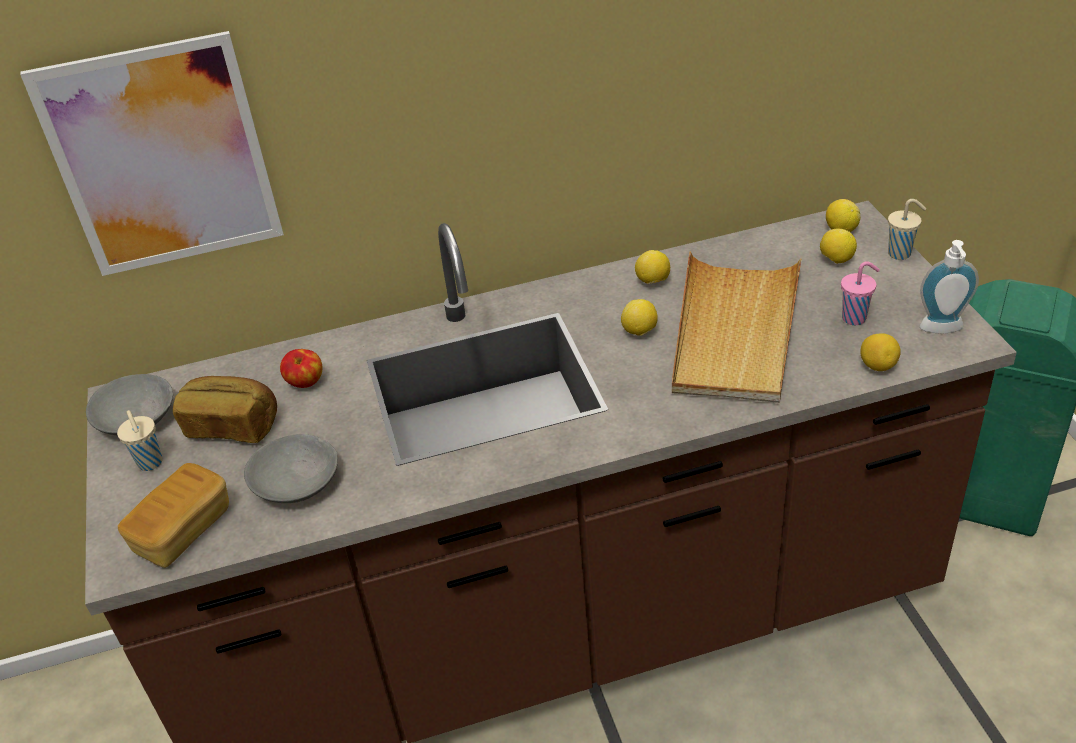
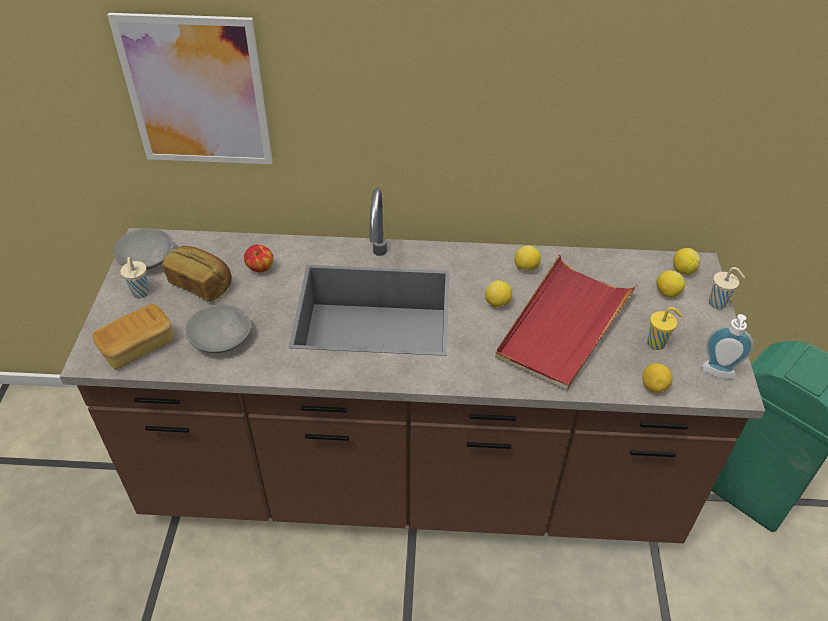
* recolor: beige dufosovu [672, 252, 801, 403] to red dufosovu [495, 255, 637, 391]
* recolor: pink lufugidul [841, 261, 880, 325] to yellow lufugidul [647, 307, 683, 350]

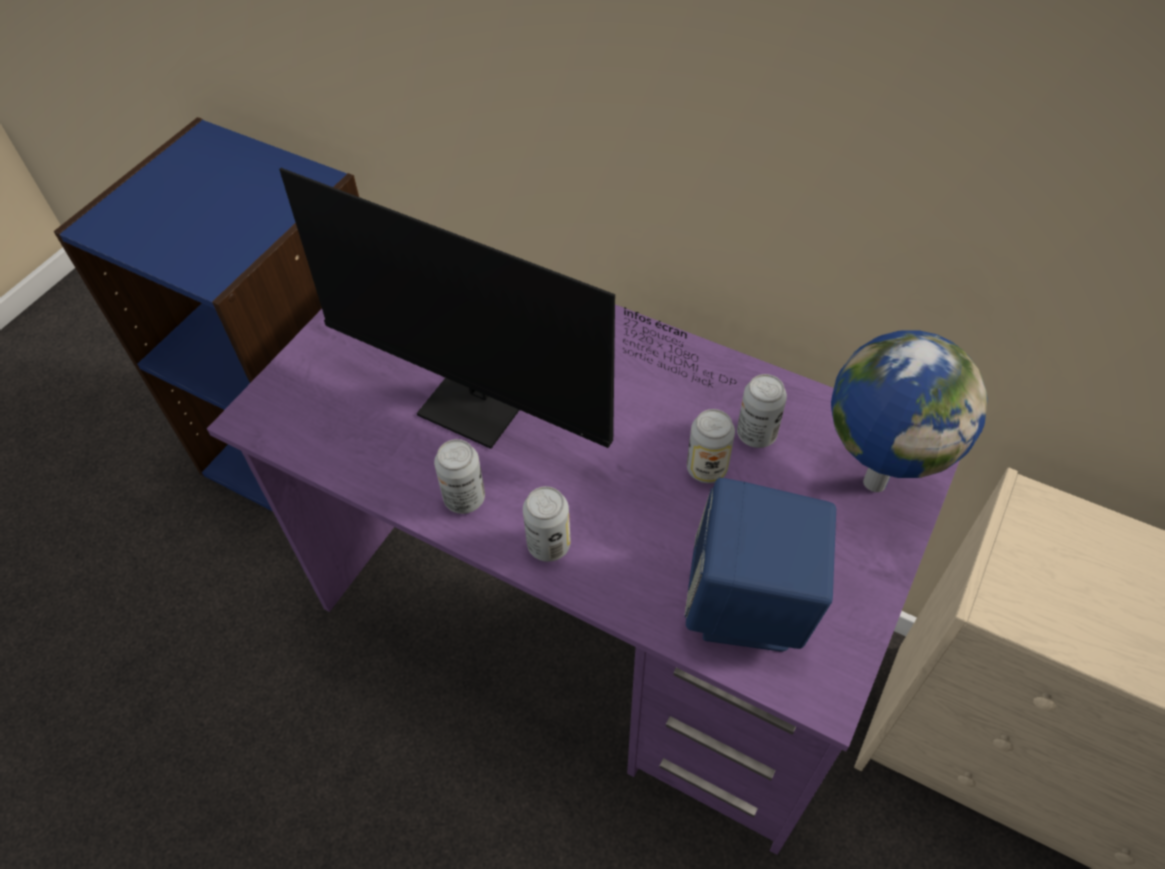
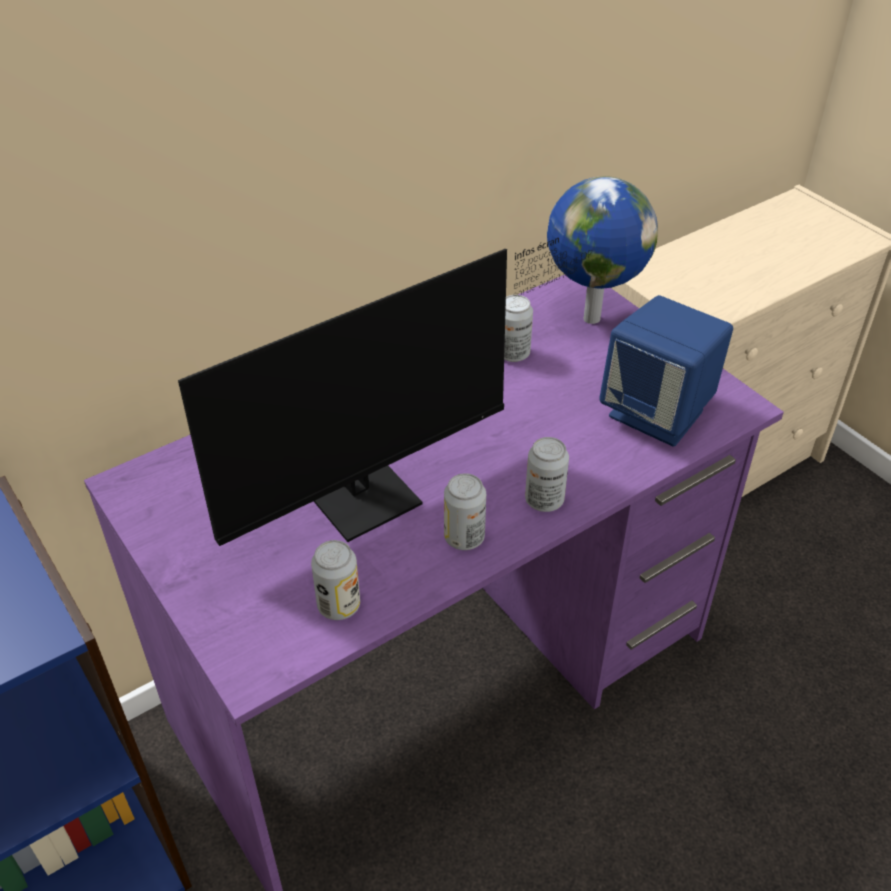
* move: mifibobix [687, 409, 735, 483] to [311, 540, 360, 620]

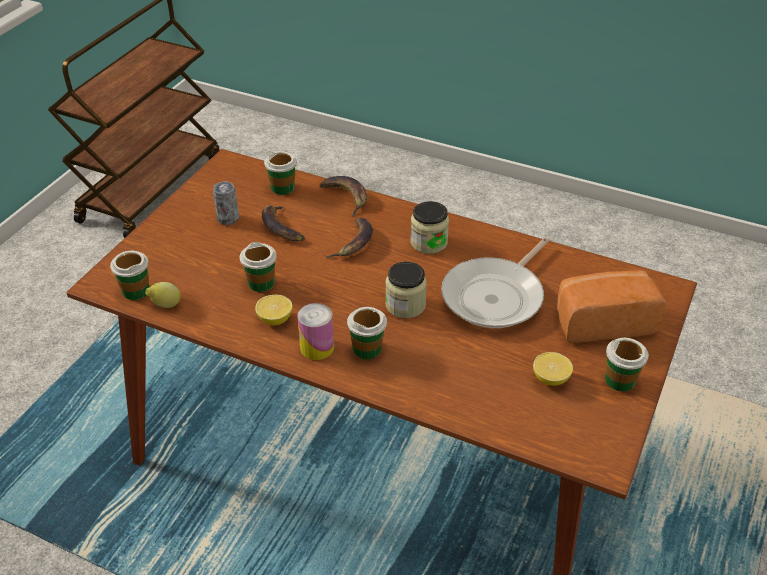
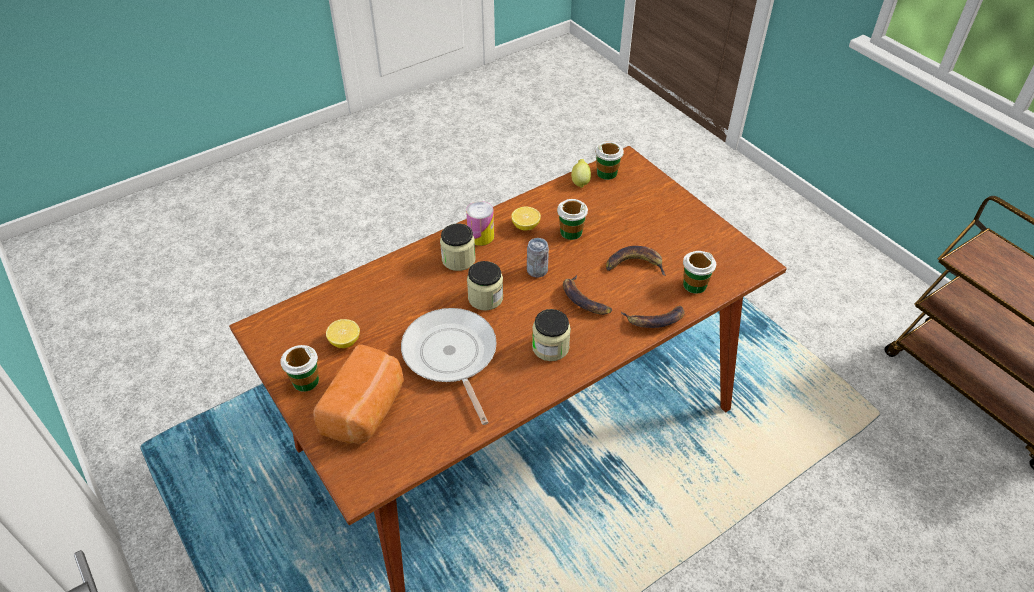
* move: mifibobix [213, 182, 239, 225] to [527, 238, 549, 278]
* replace: lufugidul [347, 307, 387, 359] to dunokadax [440, 224, 476, 271]

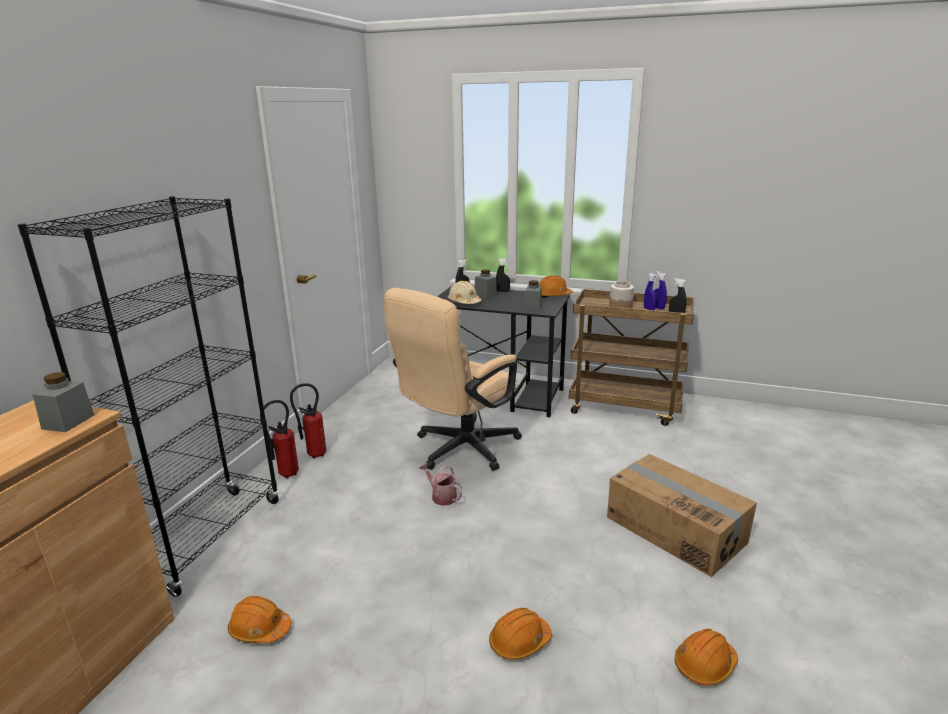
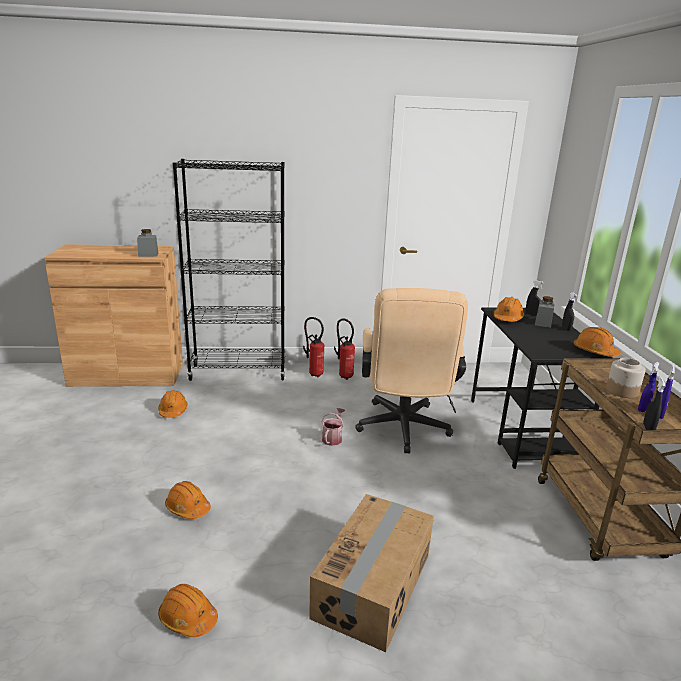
* rotate: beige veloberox [383, 288, 522, 471] = [355, 288, 468, 454] 105 degrees counterclockwise
* recolor: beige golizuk [447, 281, 481, 304] to orange golizuk [494, 297, 524, 322]
* delete: grey dunokadax [524, 280, 542, 311]

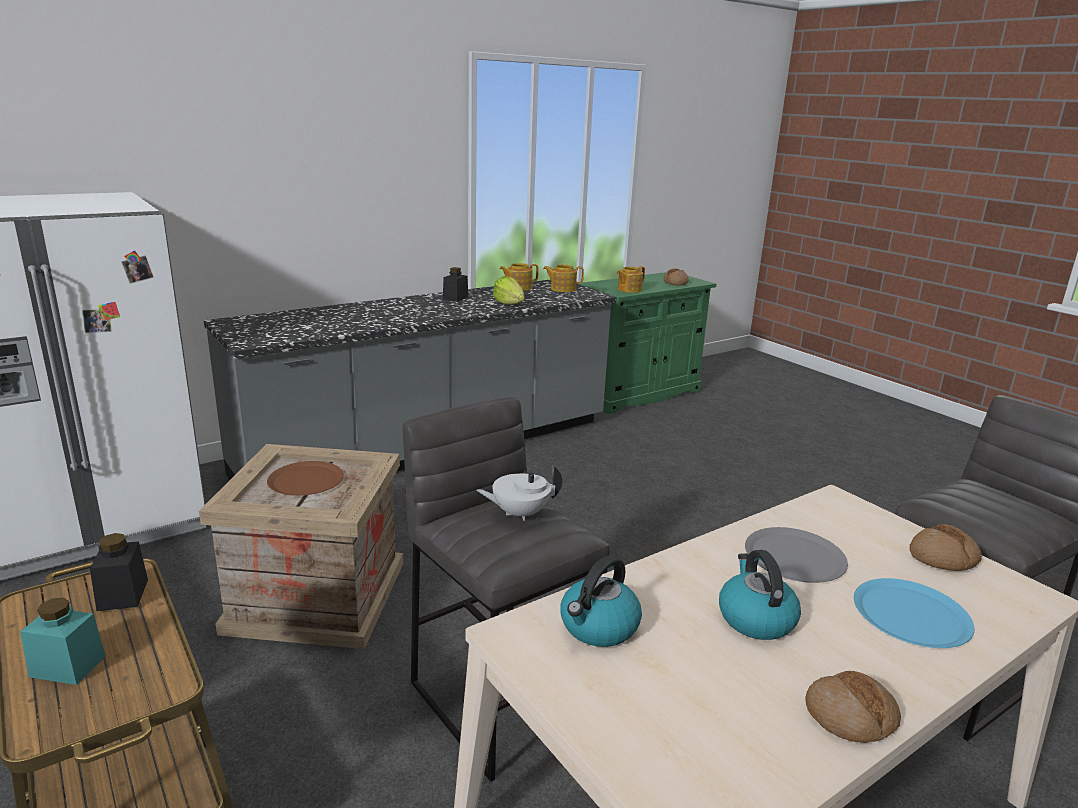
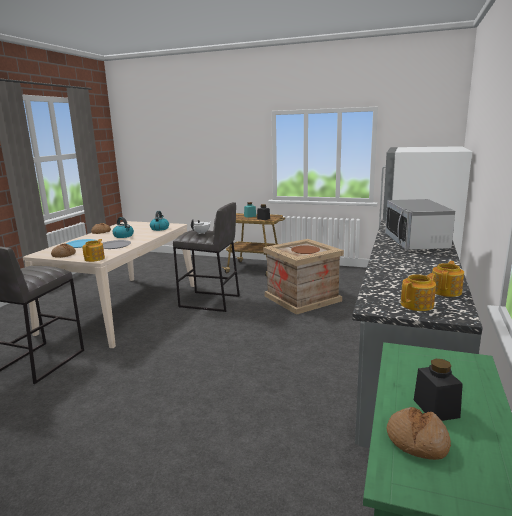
* move: black dunokadax [443, 267, 468, 302] to [414, 359, 463, 421]
* delete: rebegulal [493, 276, 525, 305]
* move: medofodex [617, 266, 645, 293] to [83, 239, 105, 262]
* insert: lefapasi [385, 199, 455, 250]

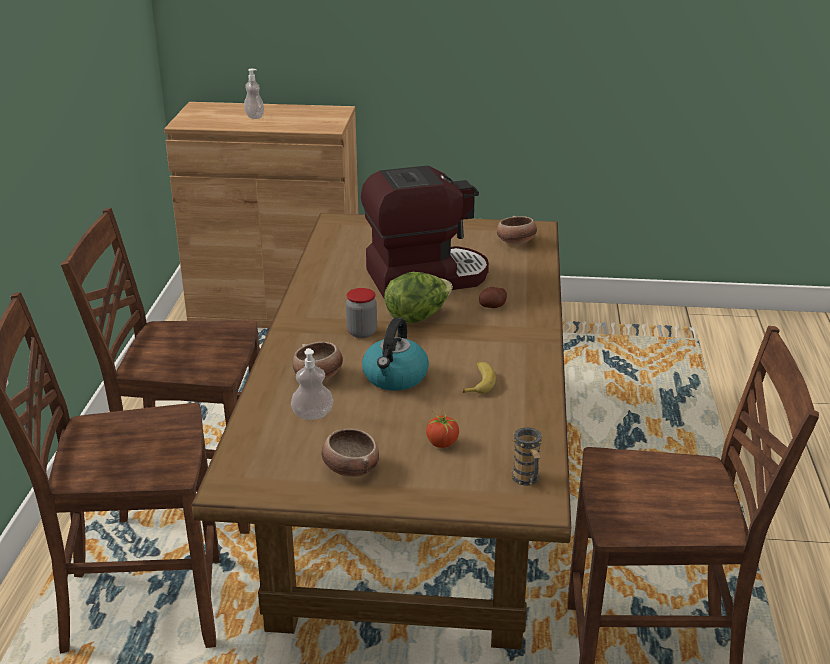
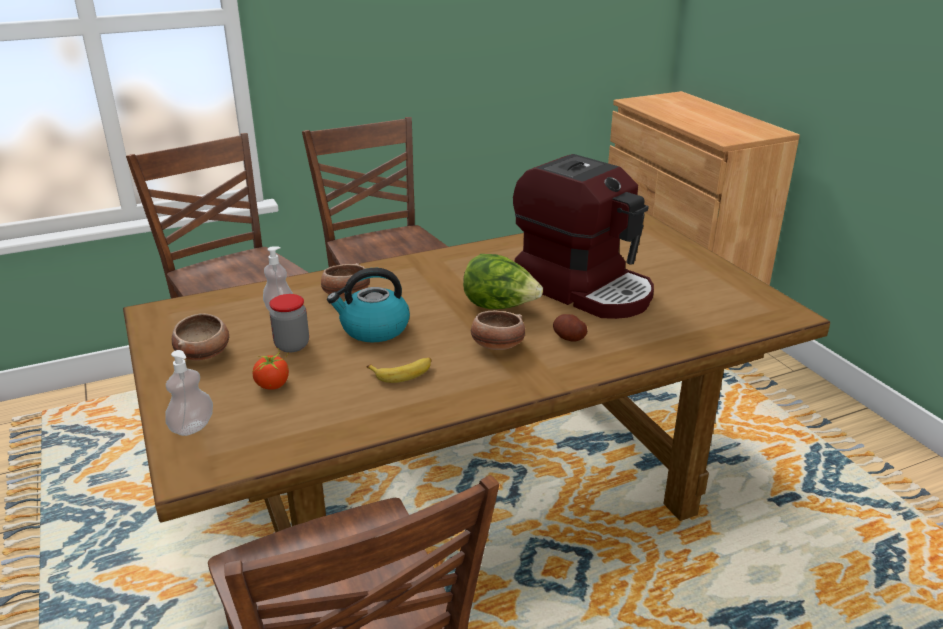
* move: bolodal [244, 69, 264, 119] to [165, 350, 213, 436]
* move: dunokadax [346, 288, 377, 338] to [269, 294, 309, 353]
* move: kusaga [497, 216, 537, 245] to [471, 310, 525, 350]
* delete: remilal [511, 427, 543, 486]

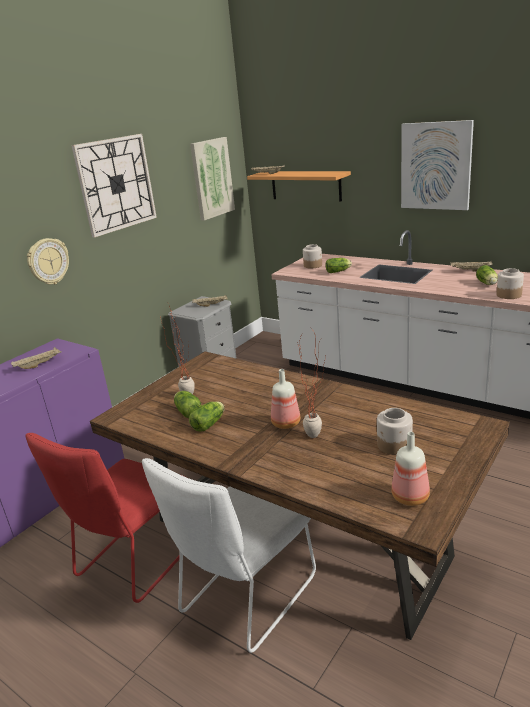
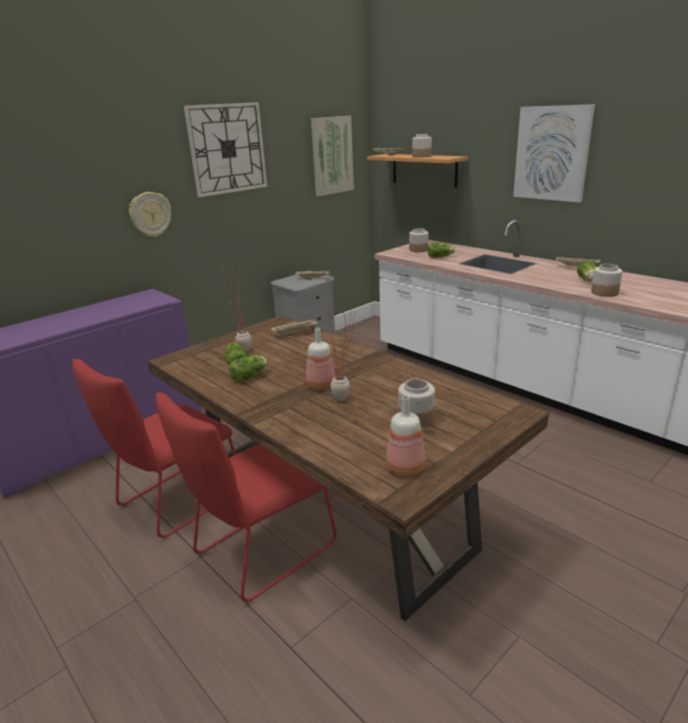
* move: beige dufosovu [11, 347, 62, 369] to [271, 318, 320, 336]
* recolor: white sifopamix [142, 458, 316, 653] to red sifopamix [156, 392, 337, 602]
* insert: dunokadax [412, 134, 432, 158]

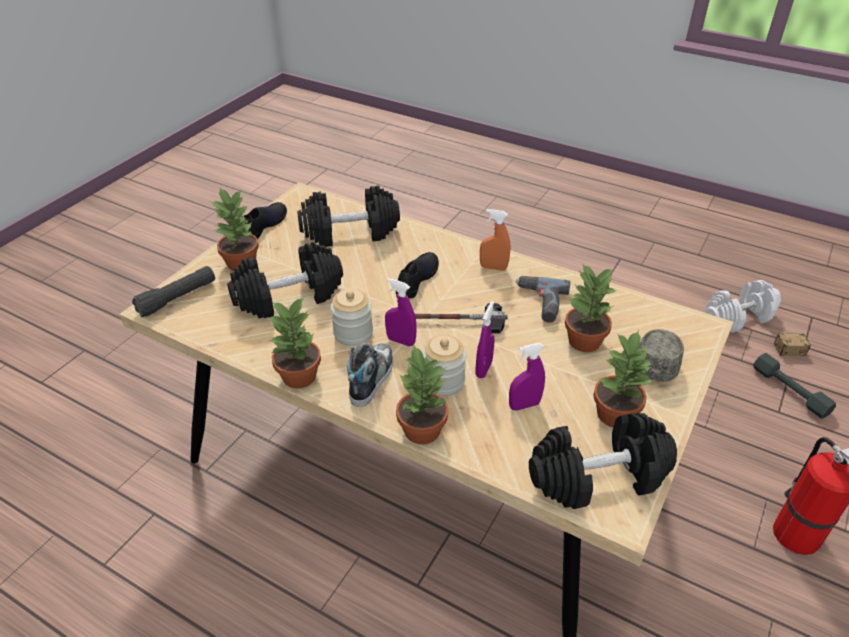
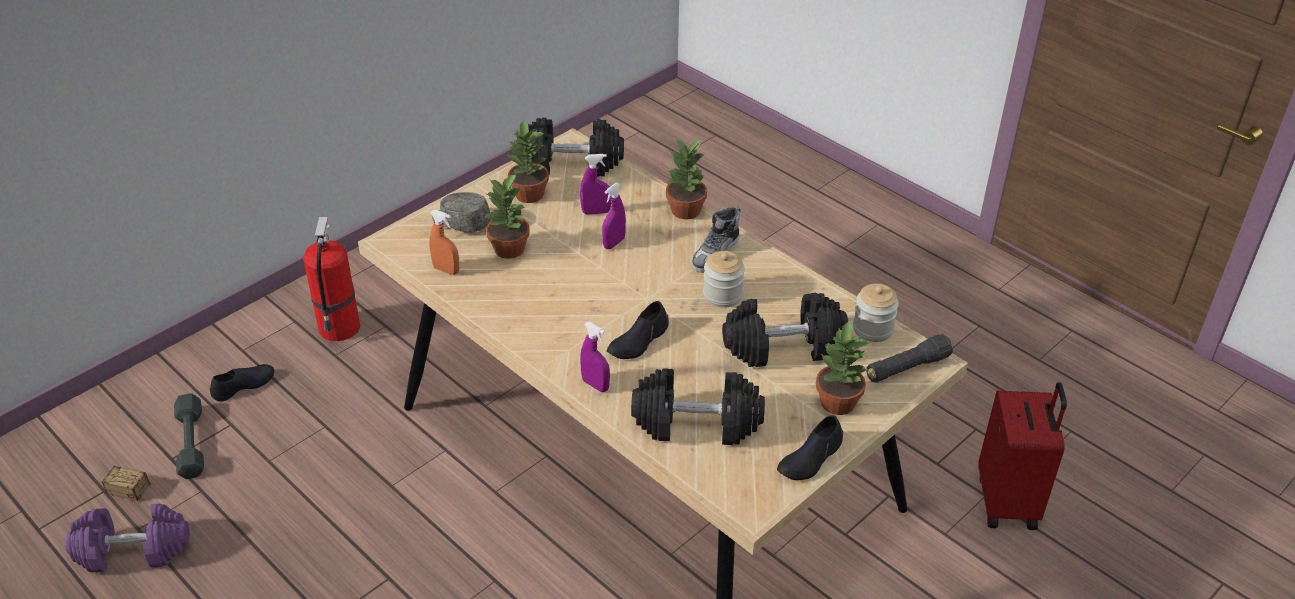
* delete: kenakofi [267, 299, 321, 389]
* move: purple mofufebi [385, 278, 417, 346] to [580, 322, 610, 392]
* delete: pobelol [415, 303, 508, 334]
* move: dunokadax [422, 335, 466, 396] to [853, 284, 899, 342]
* move: orange mofufebi [480, 209, 511, 271] to [429, 210, 459, 275]
* delete: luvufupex [516, 276, 571, 323]
* rotate: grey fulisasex [638, 329, 684, 382] = [432, 192, 491, 233] 75 degrees clockwise
* recolor: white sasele [705, 280, 781, 333] to purple sasele [65, 503, 190, 573]
* insert: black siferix [210, 364, 274, 402]
* insert: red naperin [978, 382, 1067, 530]

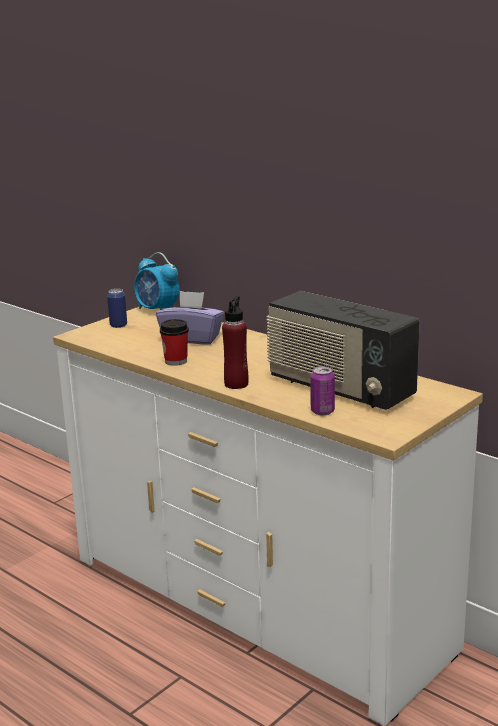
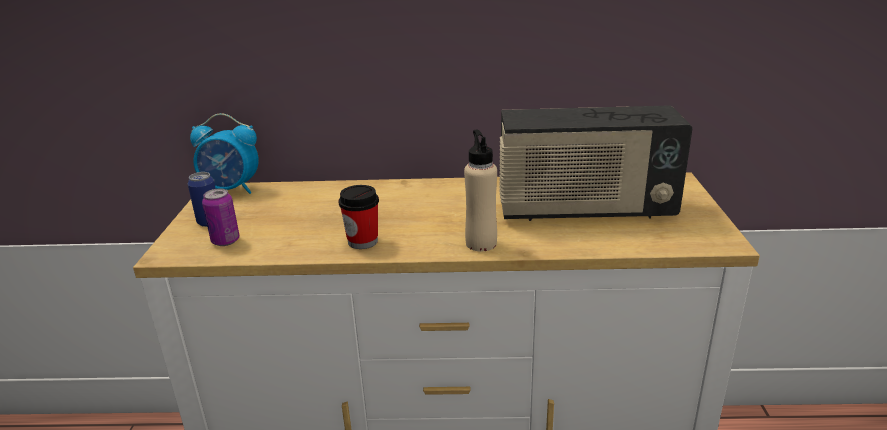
* delete: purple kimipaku [156, 291, 224, 344]
* recolor: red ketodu [222, 296, 249, 389] to beige ketodu [464, 129, 497, 251]
* move: mifibobix [310, 366, 335, 415] to [202, 188, 240, 246]

